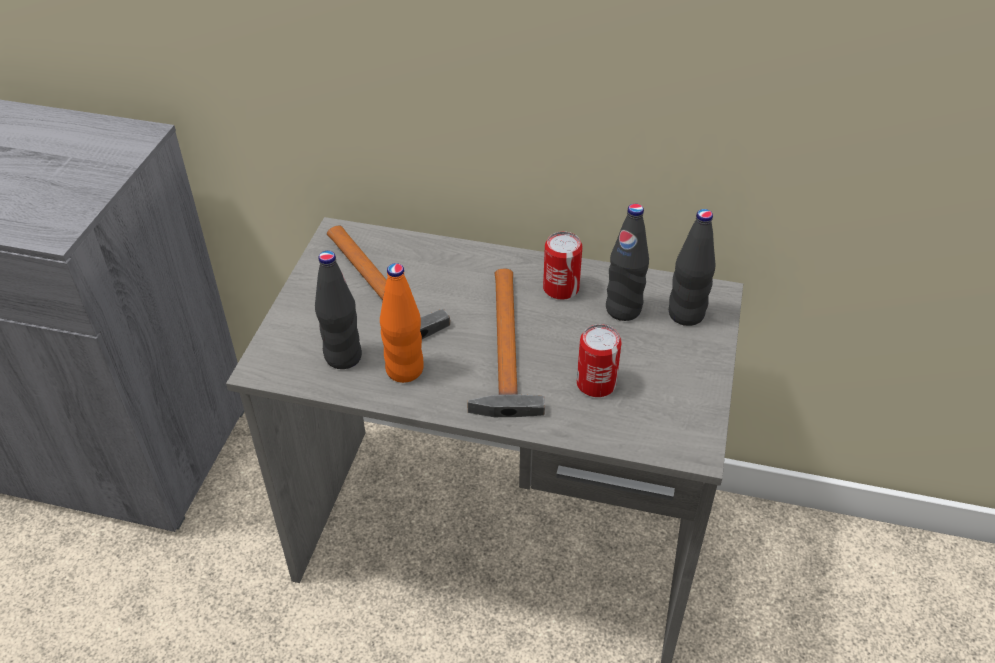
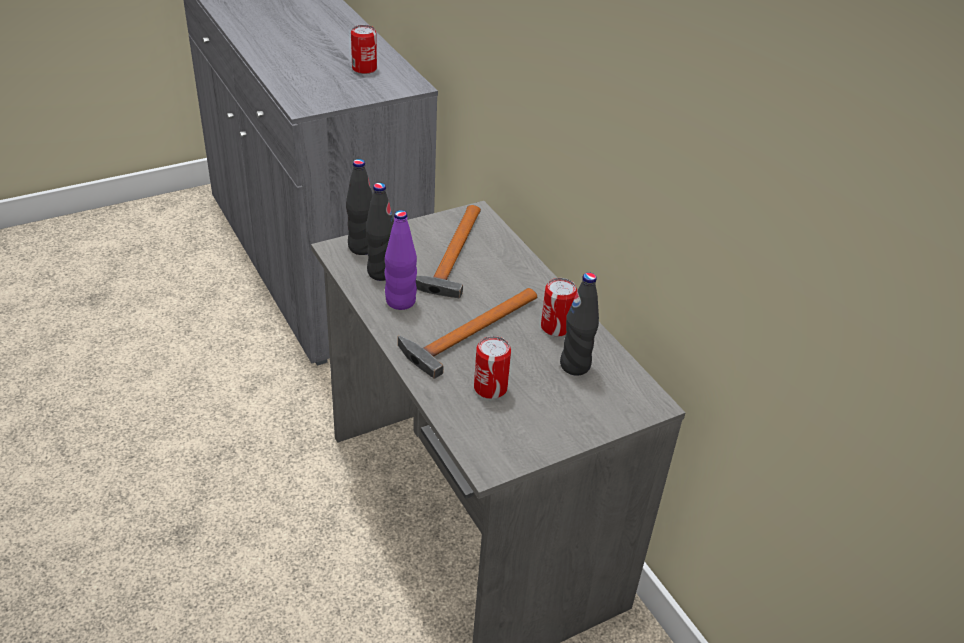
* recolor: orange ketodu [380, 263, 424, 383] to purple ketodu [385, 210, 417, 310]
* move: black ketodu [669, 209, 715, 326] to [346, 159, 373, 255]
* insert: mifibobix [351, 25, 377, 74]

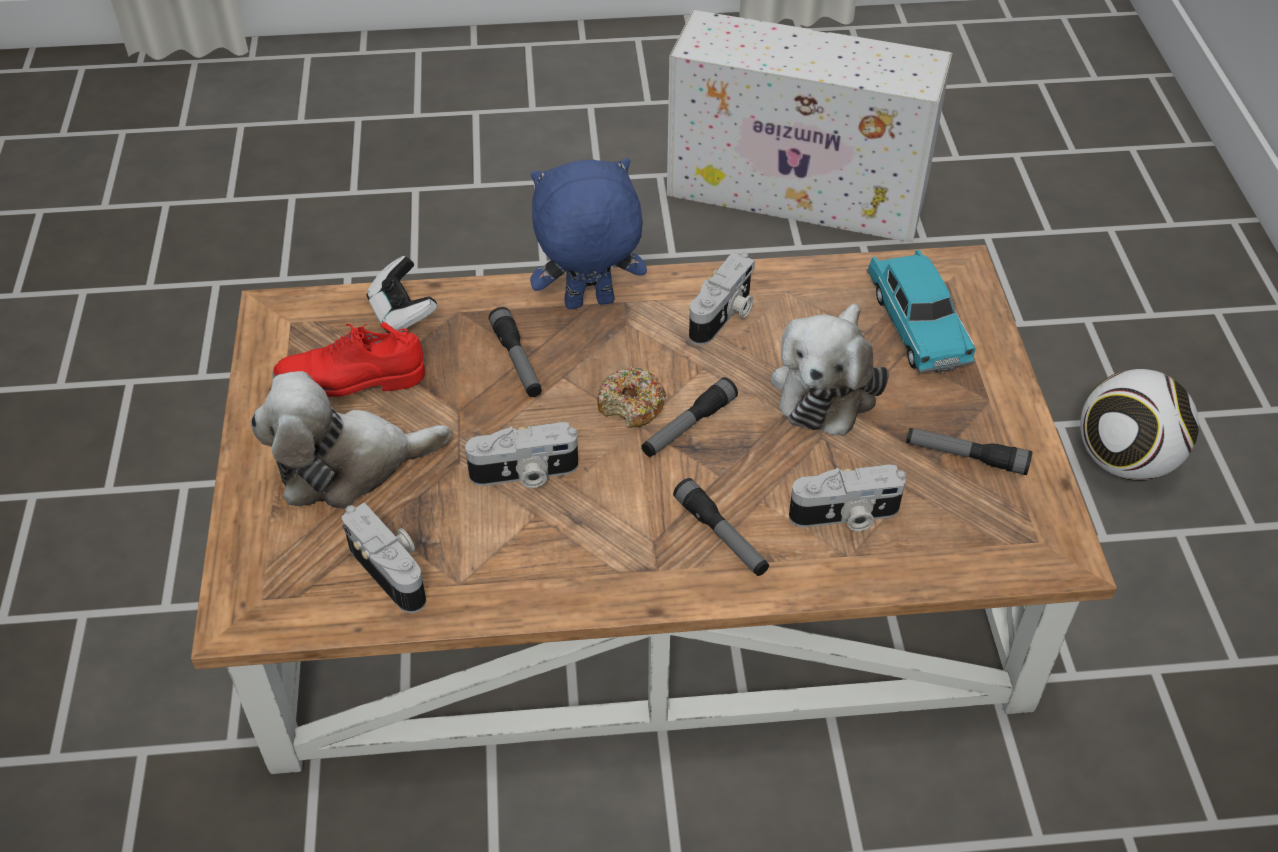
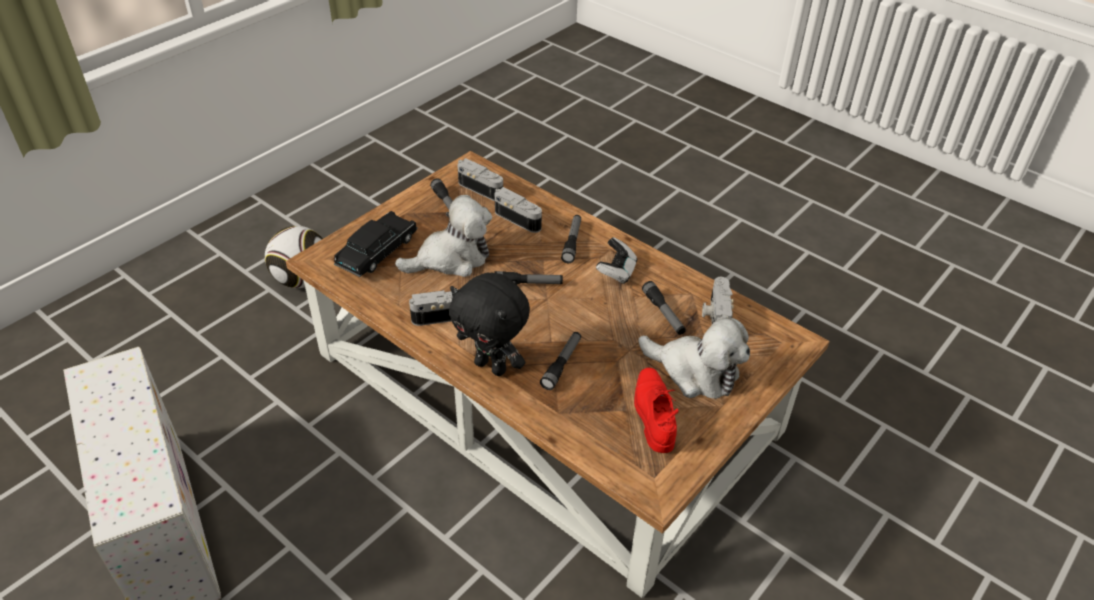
* rotate: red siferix [272, 322, 425, 397] = [634, 367, 679, 453] 135 degrees counterclockwise
* move: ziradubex [367, 256, 437, 333] to [596, 237, 637, 284]
* move: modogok [465, 422, 578, 488] to [457, 158, 503, 201]
* recolor: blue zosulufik [530, 158, 647, 309] to black zosulufik [449, 273, 530, 376]
* delete: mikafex [598, 367, 666, 428]
* recolor: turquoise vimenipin [867, 250, 976, 373] to black vimenipin [334, 211, 418, 277]
* insert: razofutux [642, 281, 686, 335]

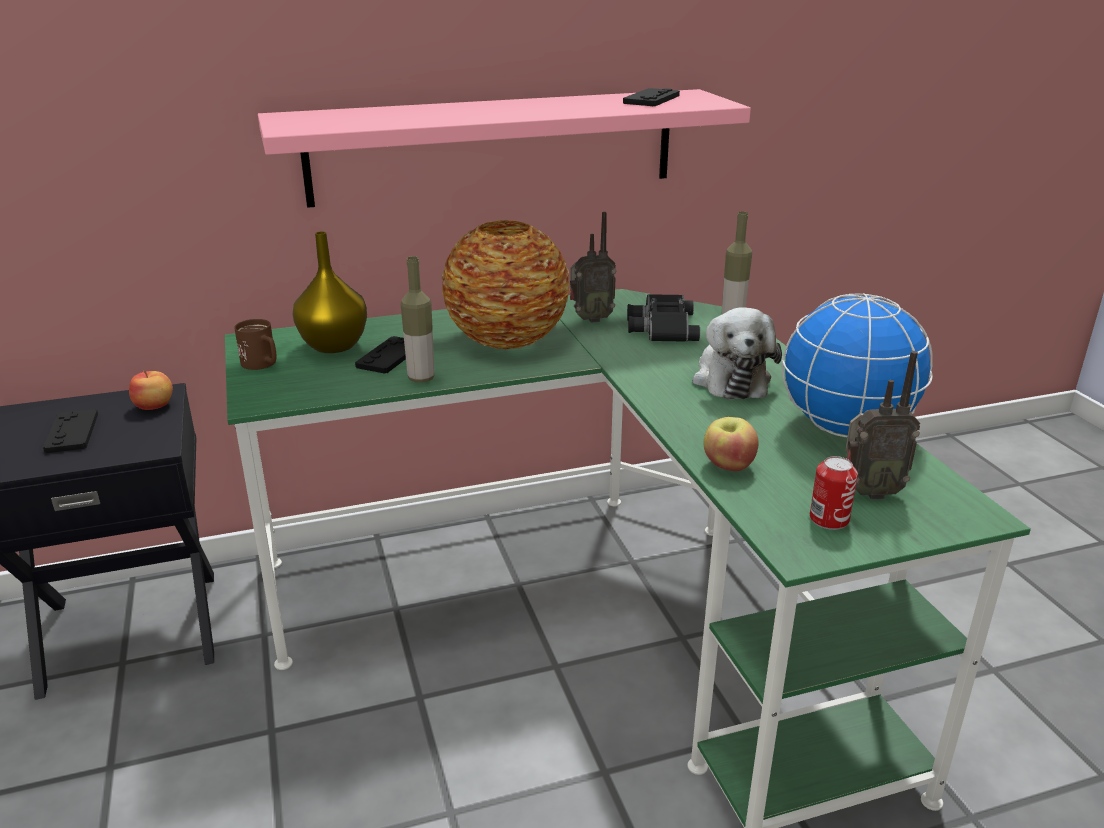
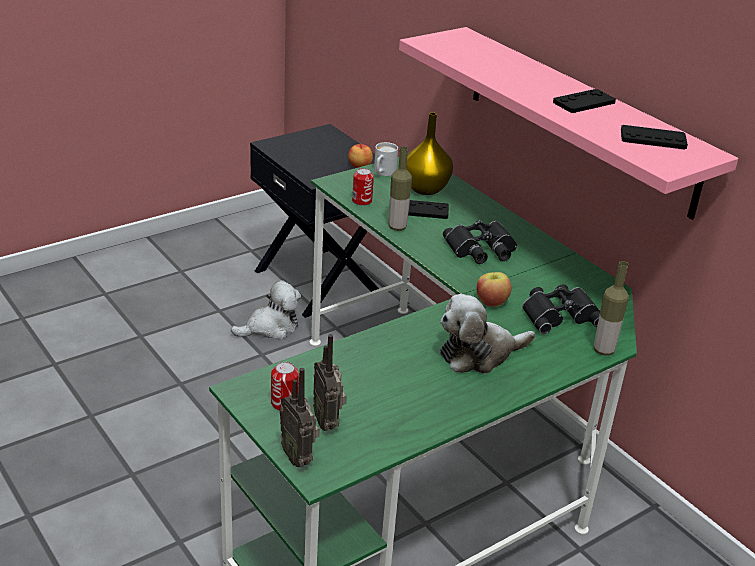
* move: black ziradubex [43, 409, 98, 453] to [553, 89, 616, 113]
* recolor: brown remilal [234, 319, 277, 370] to white remilal [374, 142, 398, 176]
* replace: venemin [442, 220, 570, 349] to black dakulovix [443, 220, 517, 264]
* move: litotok [570, 212, 616, 323] to [280, 368, 319, 468]
* move: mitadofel [704, 417, 759, 471] to [476, 272, 512, 307]
* delete: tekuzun [782, 293, 933, 437]
* insert: zosulufik [231, 280, 301, 339]
* insert: mifibobix [352, 168, 374, 206]

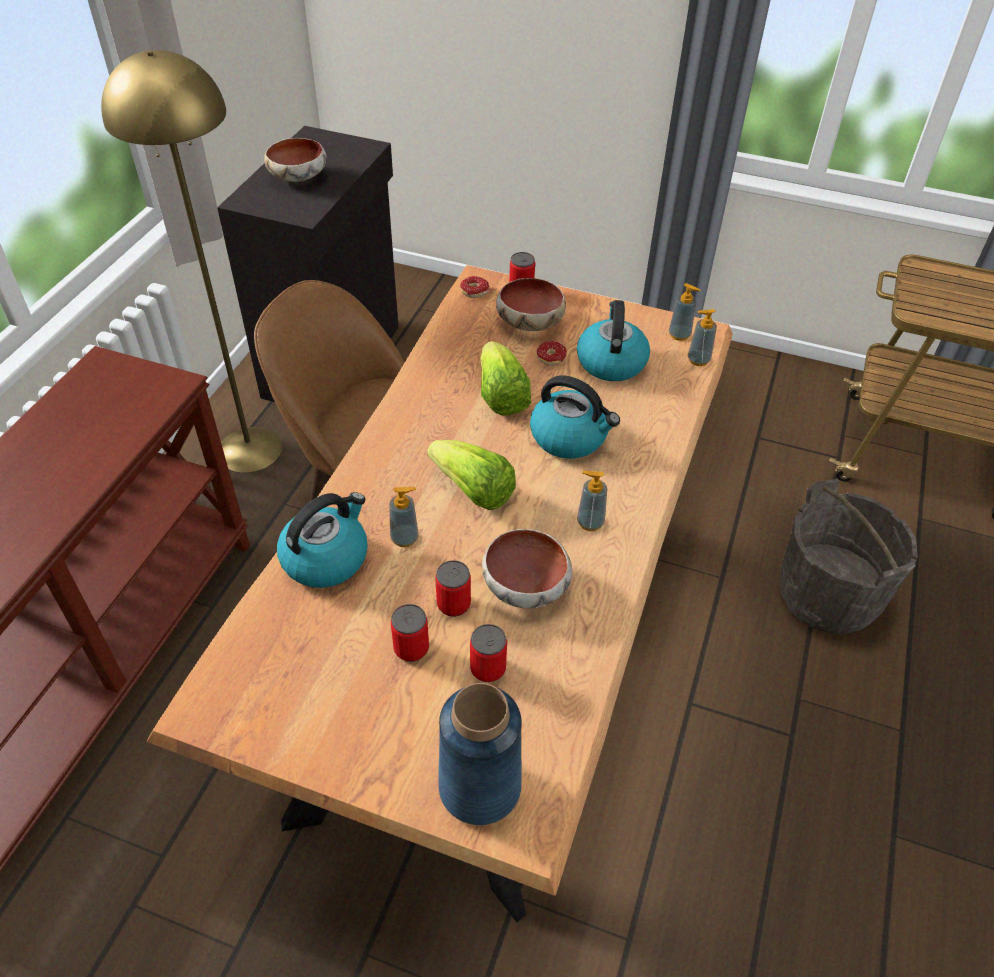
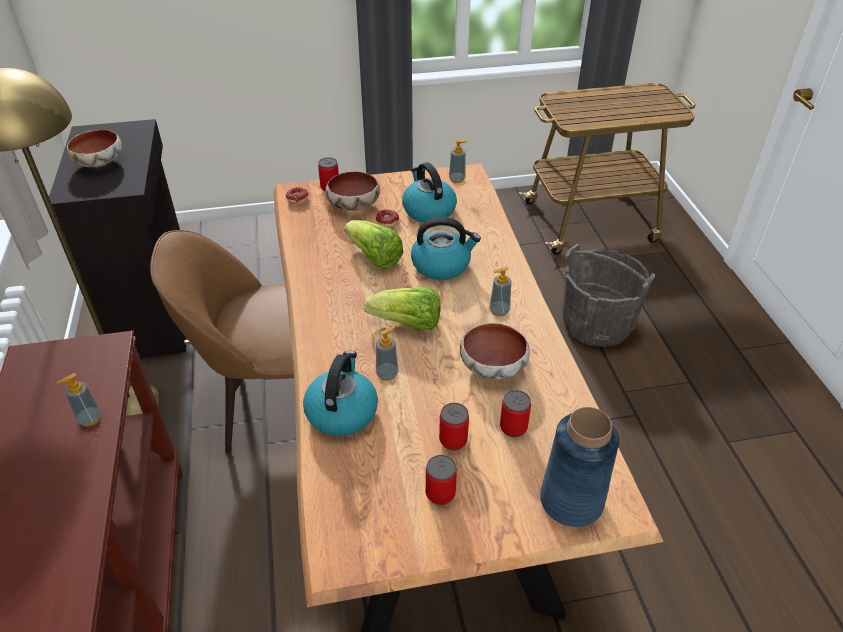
* move: mifibobix [435, 560, 471, 617] to [426, 455, 457, 505]
* move: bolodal [688, 309, 717, 366] to [57, 373, 101, 427]

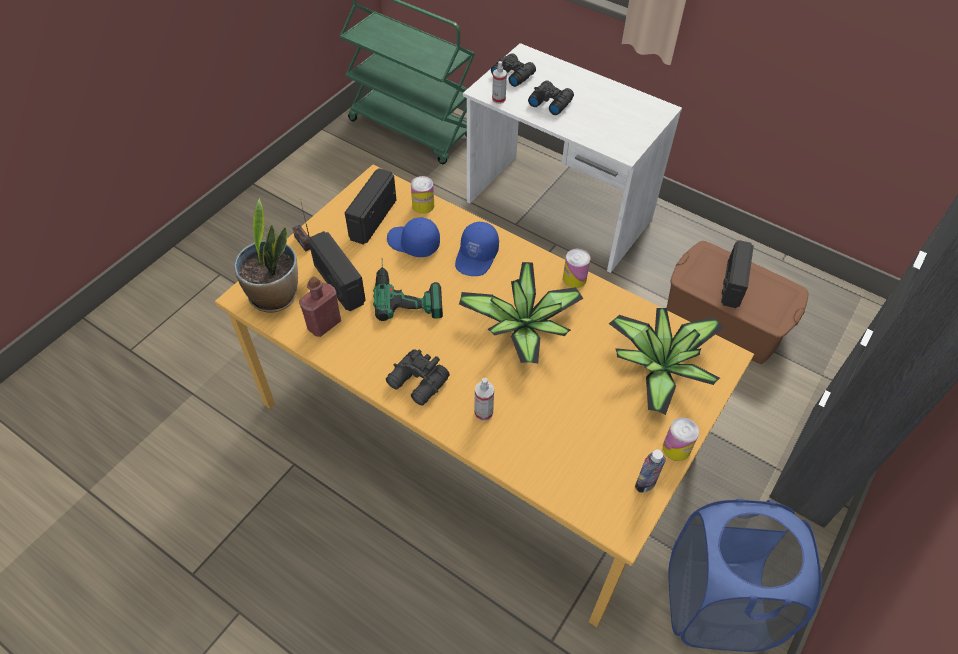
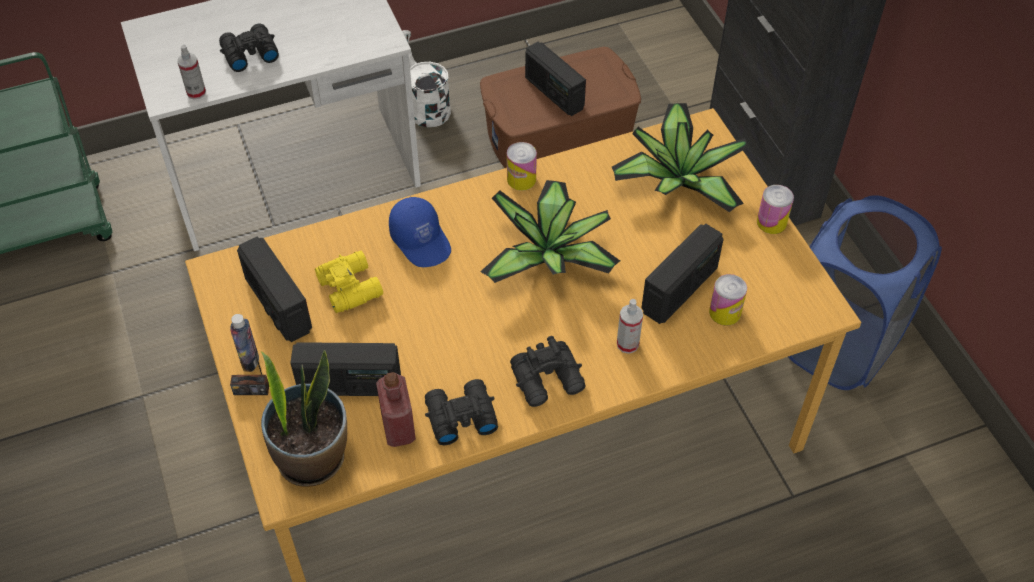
* delete: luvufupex [373, 258, 443, 321]
* replace: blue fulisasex [387, 218, 440, 257] to yellow dakulovix [315, 251, 383, 313]
* move: mifibobix [411, 176, 434, 214] to [709, 274, 747, 326]
* move: black dakulovix [491, 53, 536, 87] to [425, 379, 498, 445]
* move: ketodu [635, 450, 666, 493] to [230, 314, 259, 372]
* insert: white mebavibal [402, 30, 451, 127]
* insert: litotok [641, 223, 724, 324]

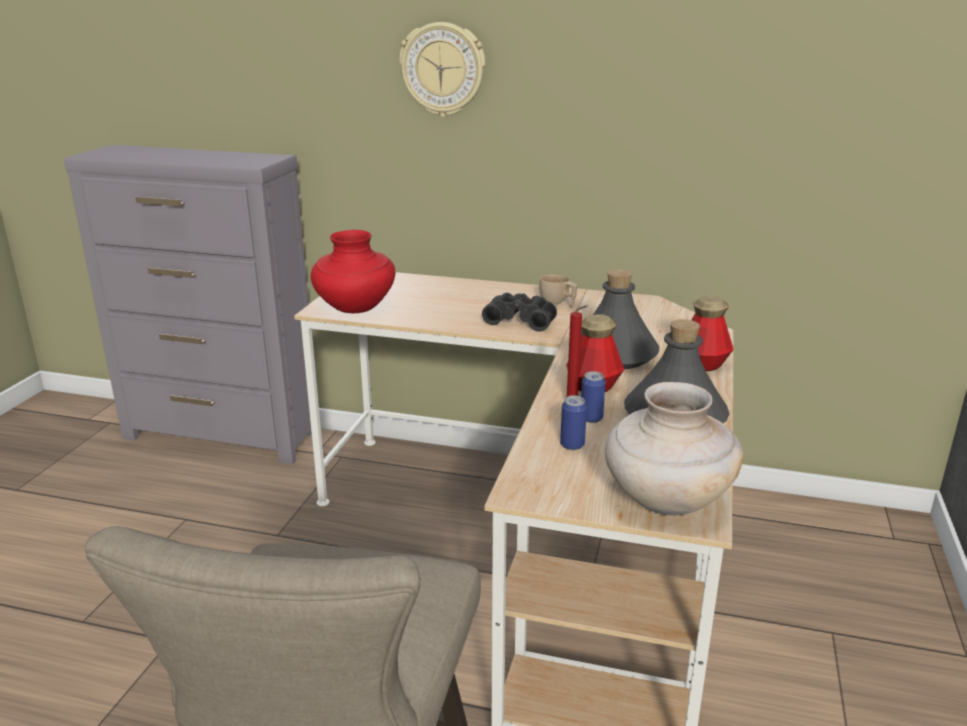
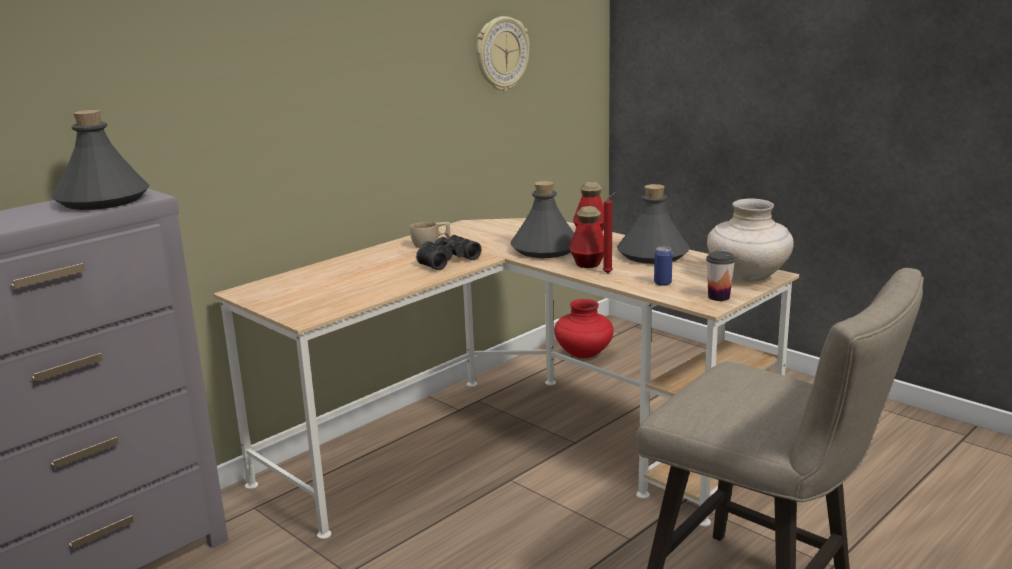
* move: red venemin [311, 230, 395, 313] to [554, 299, 614, 358]
* move: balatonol [399, 22, 485, 117] to [476, 16, 529, 91]
* delete: mifibobix [581, 371, 606, 423]
* insert: grey ketodu [51, 110, 149, 210]
* insert: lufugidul [706, 251, 735, 301]

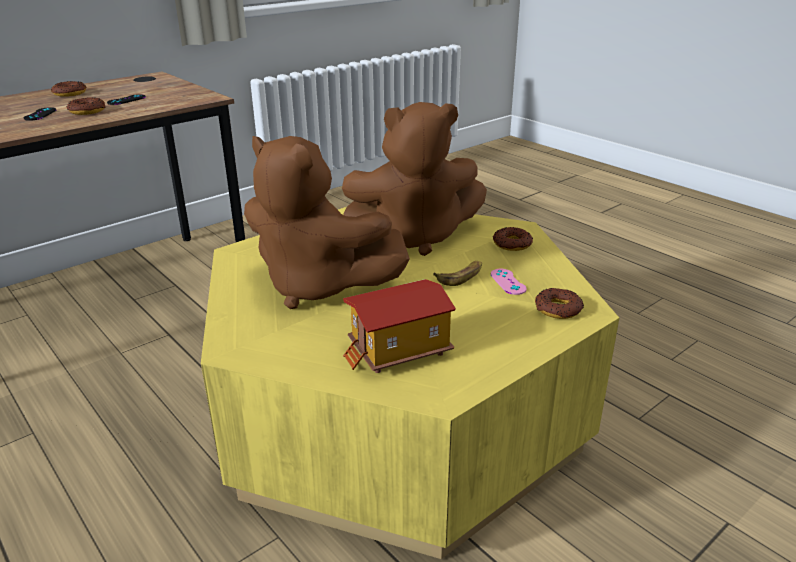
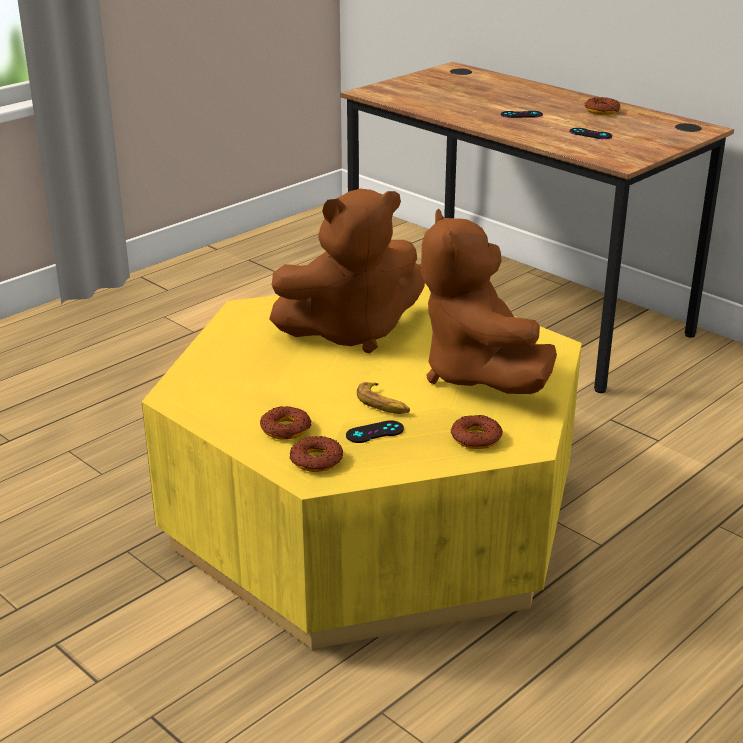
* move: mikafex [67, 97, 105, 115] to [260, 406, 311, 440]
* rotate: brown zosulufik [244, 136, 410, 309] = [269, 189, 425, 353] 135 degrees counterclockwise
* delete: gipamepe [343, 279, 456, 373]
* recolor: pink ziradubex [491, 269, 527, 295] to black ziradubex [346, 420, 404, 443]

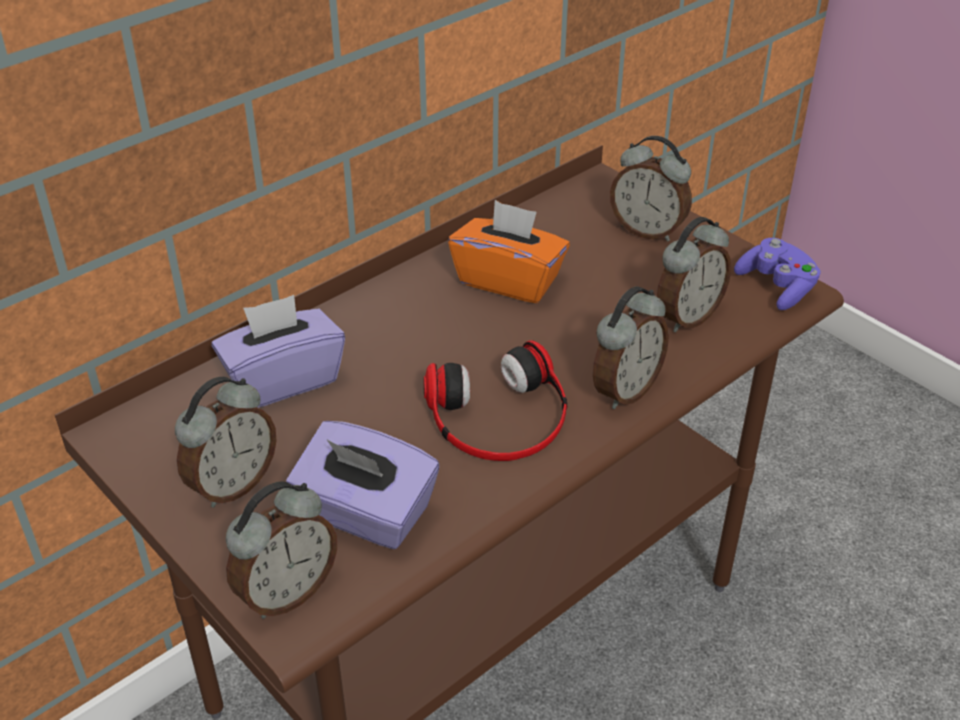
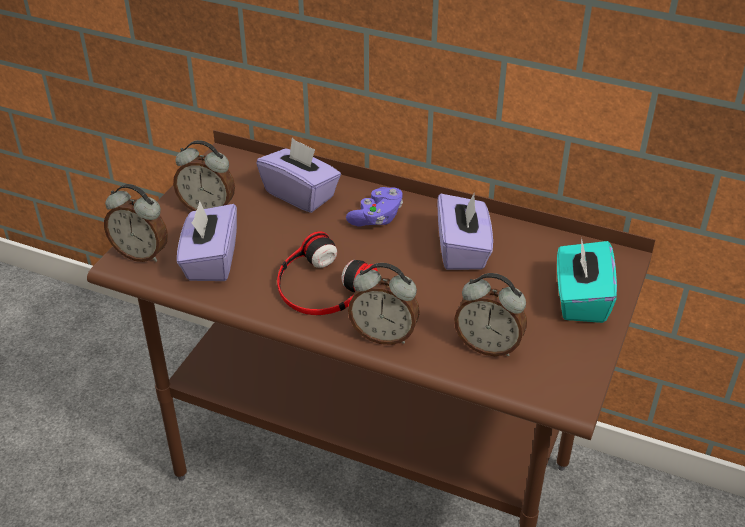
* recolor: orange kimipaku [448, 200, 570, 303] to purple kimipaku [437, 192, 493, 270]
* replace: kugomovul [610, 136, 692, 242] to turquoise kimipaku [557, 237, 617, 323]
* move: purple ziradubex [734, 238, 821, 310] to [346, 187, 403, 226]

